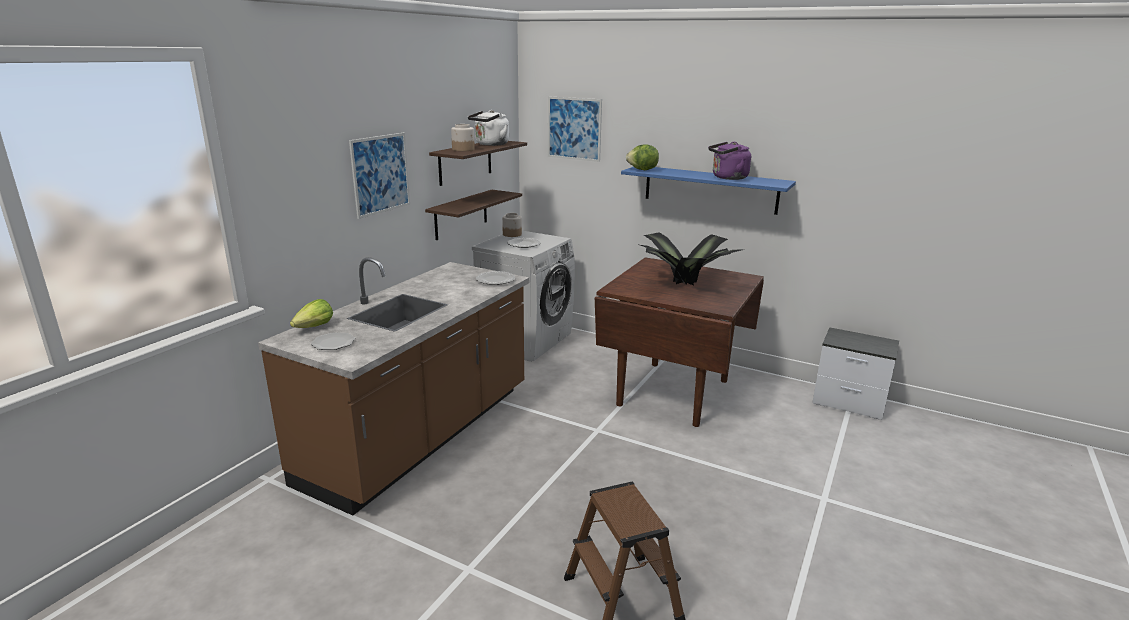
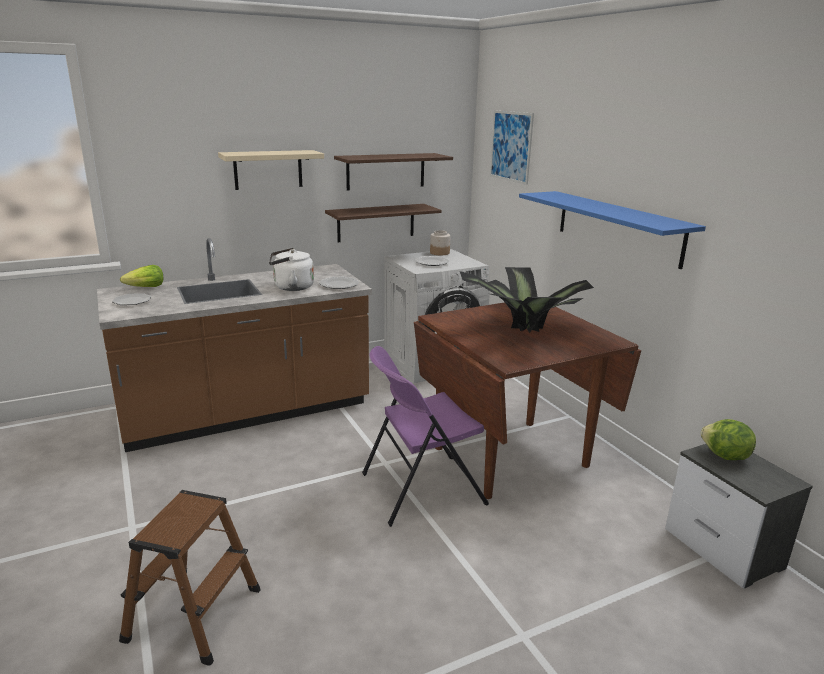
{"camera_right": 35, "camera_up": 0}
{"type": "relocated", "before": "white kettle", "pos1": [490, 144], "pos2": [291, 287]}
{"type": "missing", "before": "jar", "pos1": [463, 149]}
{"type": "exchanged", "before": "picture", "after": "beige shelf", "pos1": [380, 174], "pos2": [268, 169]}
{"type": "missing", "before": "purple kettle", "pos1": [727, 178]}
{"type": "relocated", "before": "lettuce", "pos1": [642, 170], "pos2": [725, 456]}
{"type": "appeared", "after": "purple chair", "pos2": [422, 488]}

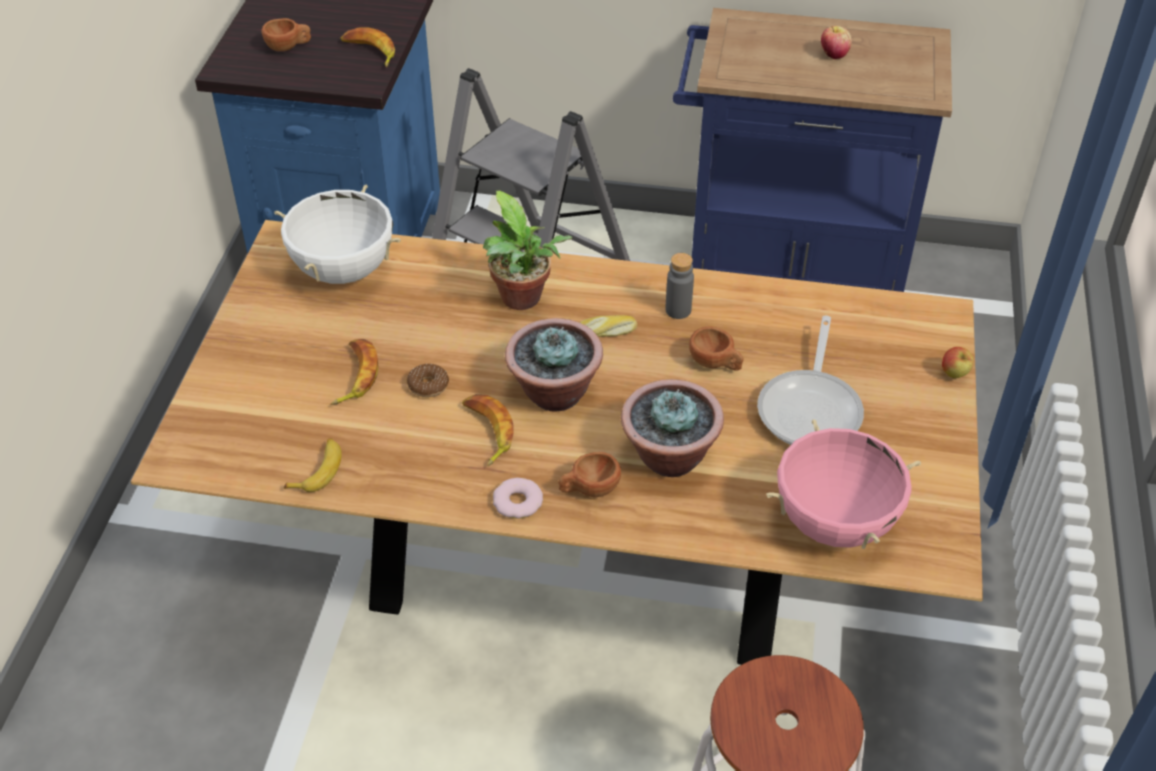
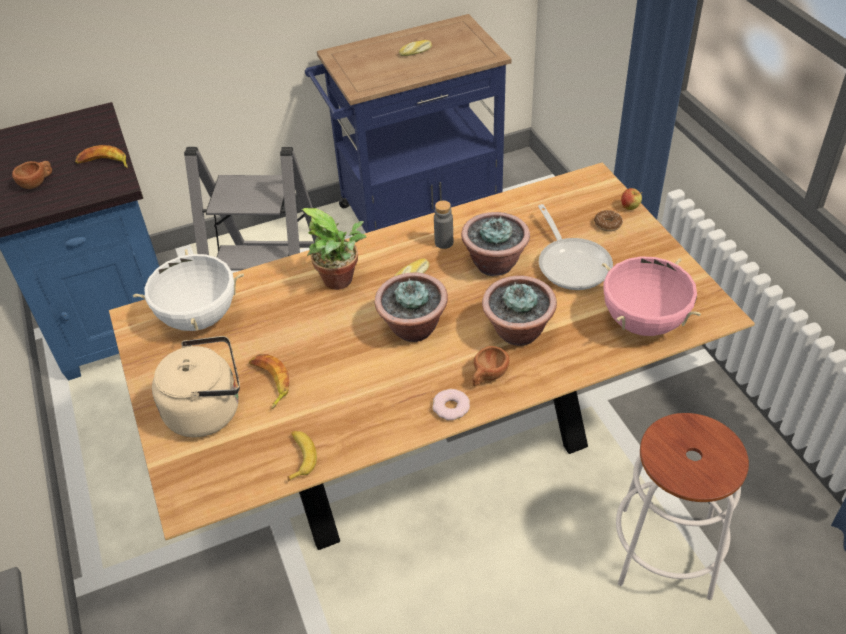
{"camera_right": -30, "camera_up": 0}
{"type": "exchanged", "before": "apple", "after": "bread", "pos1": [834, 55], "pos2": [416, 52]}
{"type": "exchanged", "before": "brown cup", "after": "potted plant", "pos1": [715, 363], "pos2": [494, 264]}
{"type": "relocated", "before": "donut", "pos1": [428, 385], "pos2": [607, 224]}
{"type": "missing", "before": "banana", "pos1": [486, 432]}
{"type": "appeared", "after": "beige kettle", "pos2": [208, 410]}

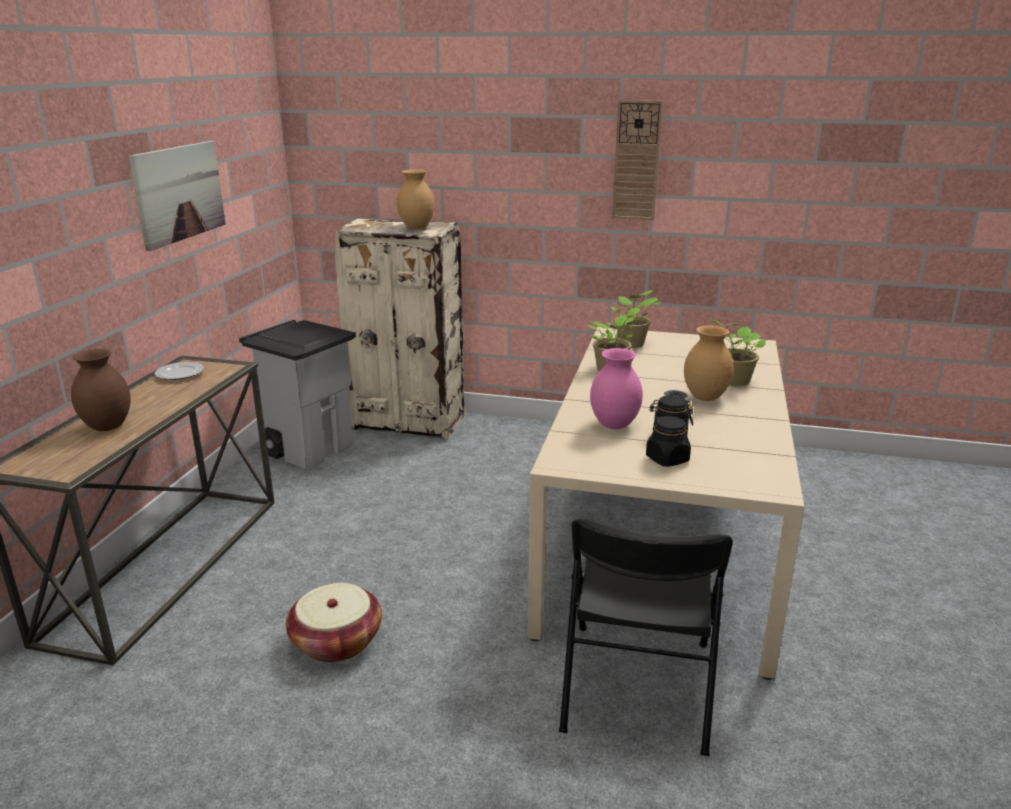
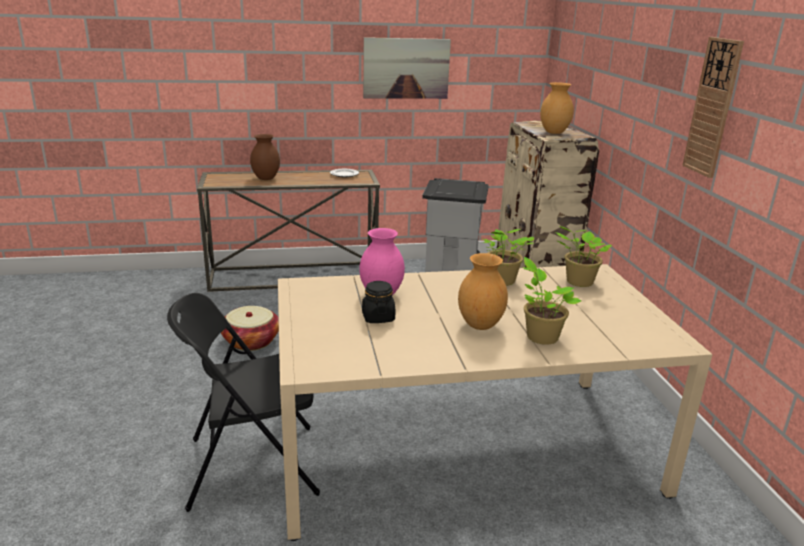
{"camera_right": 65, "camera_up": 0}
{"type": "missing", "before": "black jar", "pos1": [667, 459]}

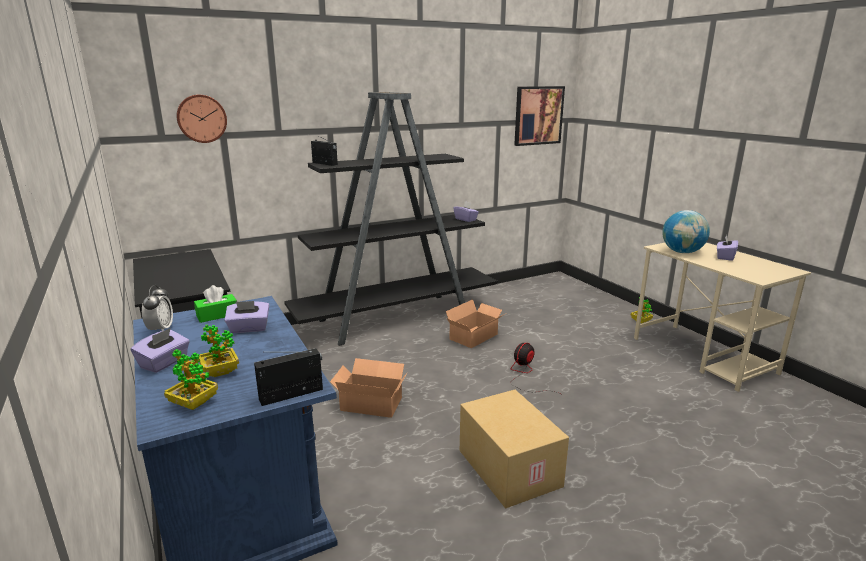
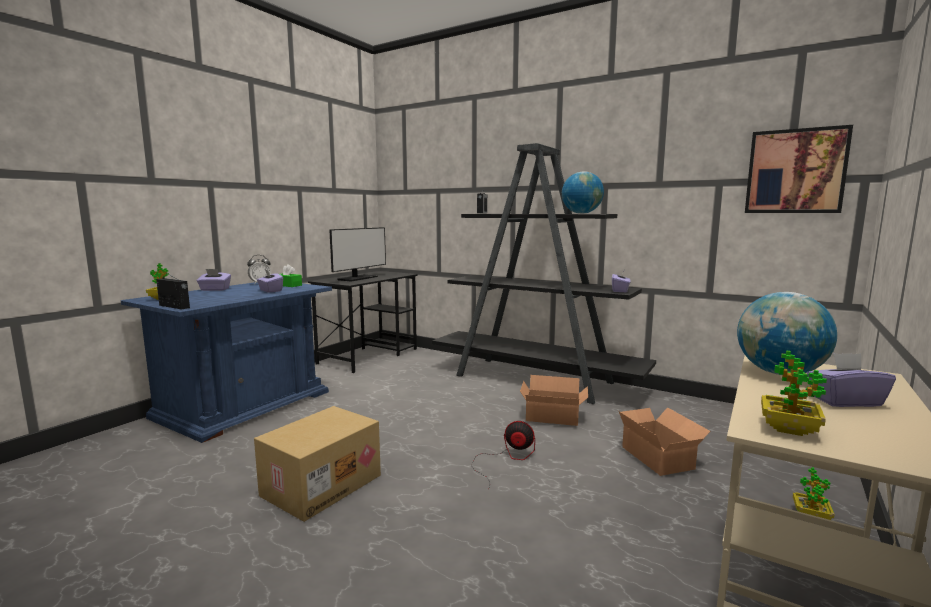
{"camera_right": 60, "camera_up": -10}
{"type": "missing", "before": "wall clock", "pos1": [201, 118]}
{"type": "relocated", "before": "potted plant", "pos1": [220, 372], "pos2": [788, 429]}
{"type": "relocated", "before": "cardboard box", "pos1": [371, 402], "pos2": [658, 456]}
{"type": "appeared", "after": "globe", "pos2": [581, 213]}
{"type": "appeared", "after": "monitor", "pos2": [358, 278]}

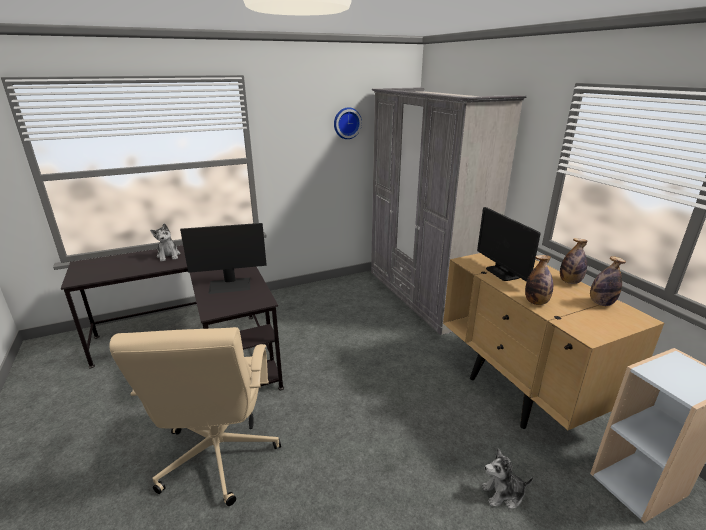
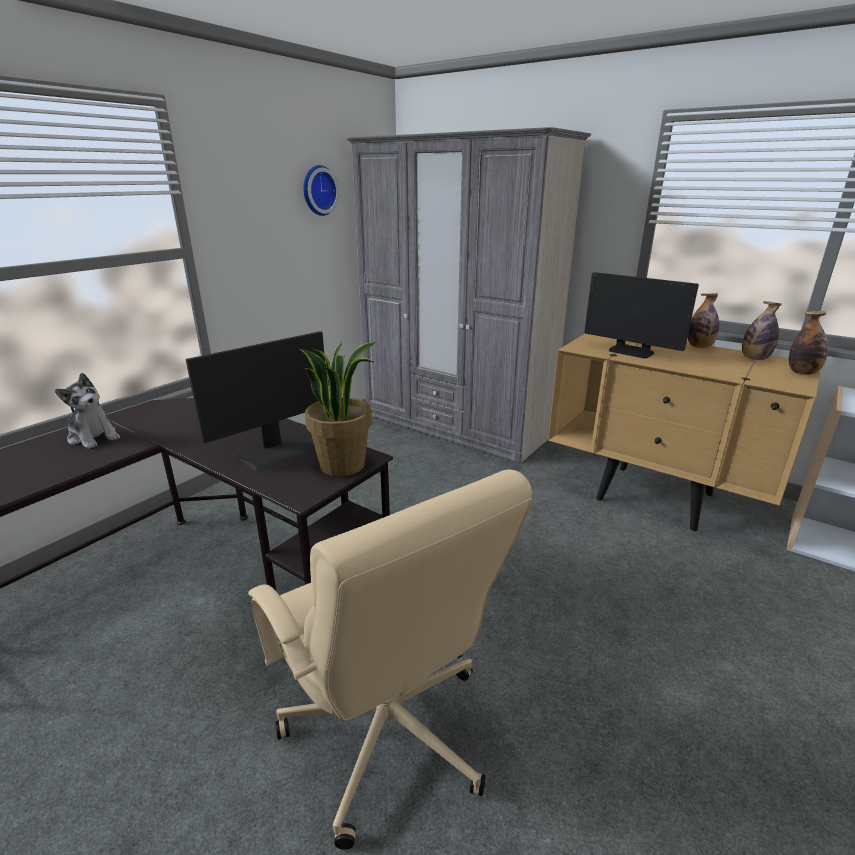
{"camera_right": -30, "camera_up": 0}
{"type": "relocated", "before": "bottle", "pos1": [536, 302], "pos2": [802, 372]}
{"type": "missing", "before": "plush toy", "pos1": [503, 494]}
{"type": "appeared", "after": "potted plant", "pos2": [343, 465]}

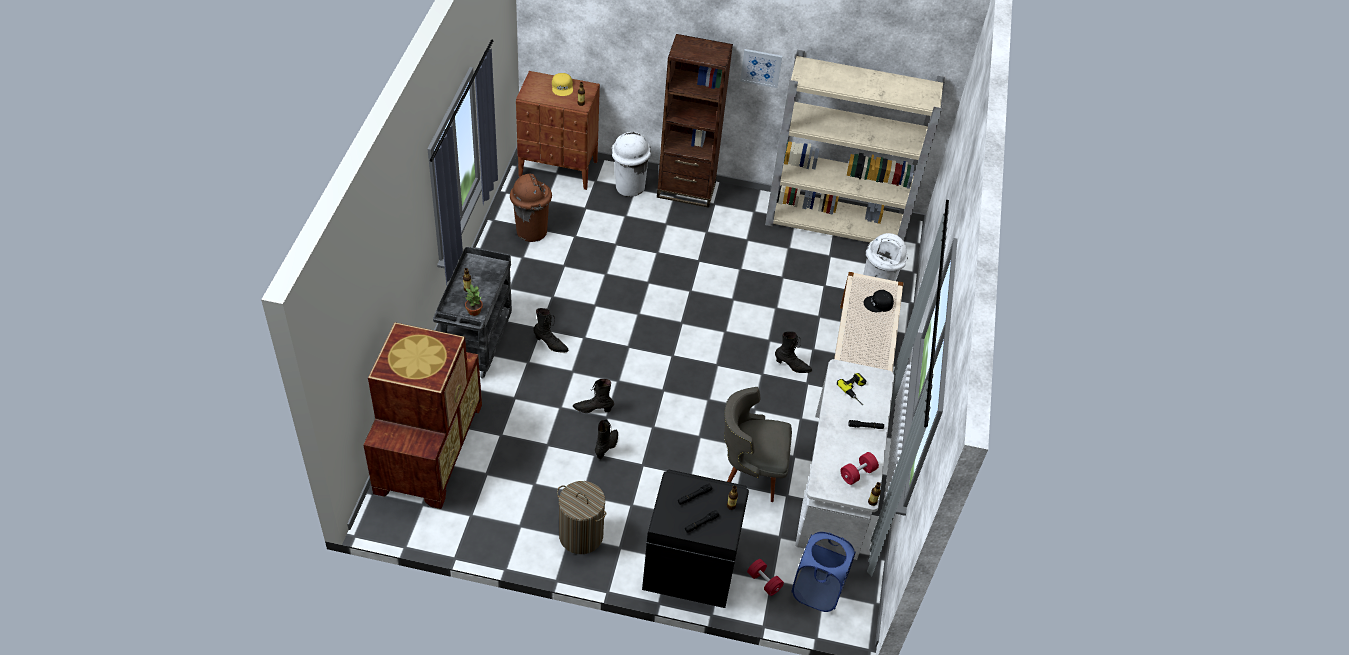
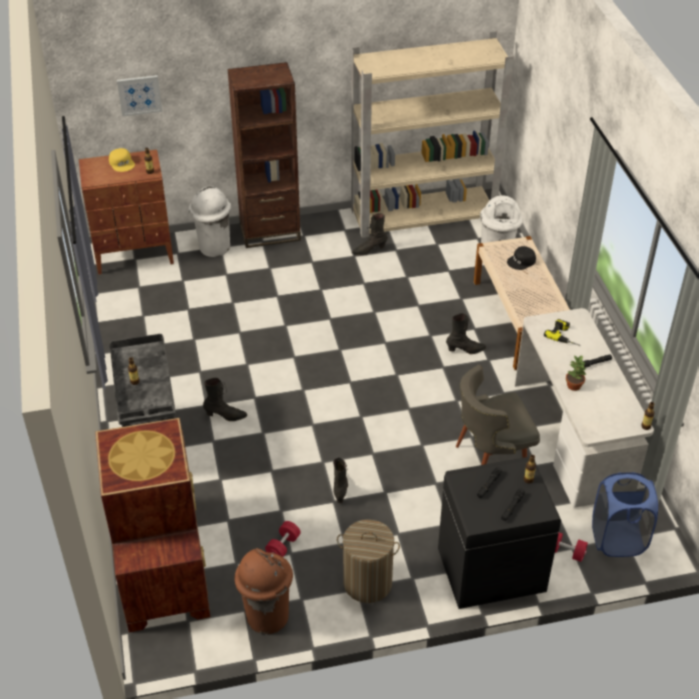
{"camera_right": -20, "camera_up": -5}
{"type": "relocated", "before": "picture", "pos1": [761, 67], "pos2": [139, 95]}
{"type": "relocated", "before": "brown trash can", "pos1": [531, 231], "pos2": [267, 615]}
{"type": "relocated", "before": "potted plant", "pos1": [474, 311], "pos2": [574, 385]}
{"type": "relocated", "before": "black boot", "pos1": [593, 409], "pos2": [369, 250]}
{"type": "relocated", "before": "red dumbbell", "pos1": [857, 473], "pos2": [283, 546]}

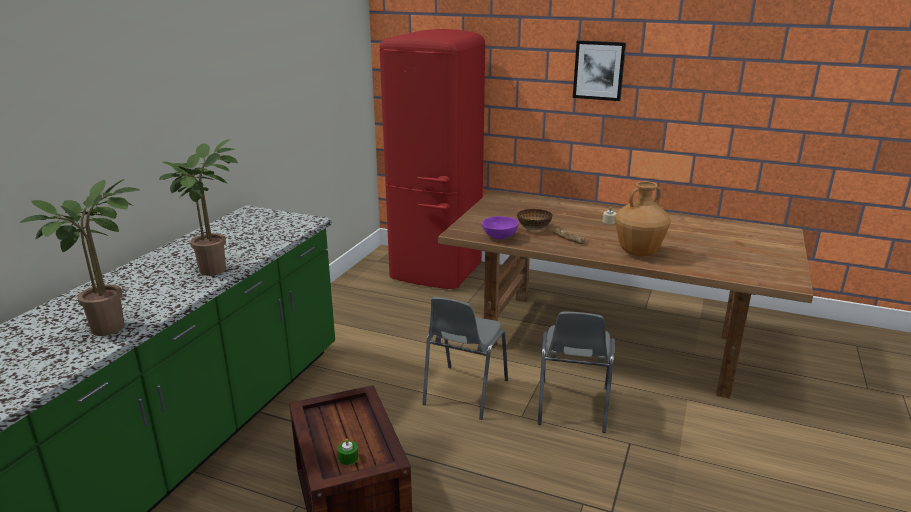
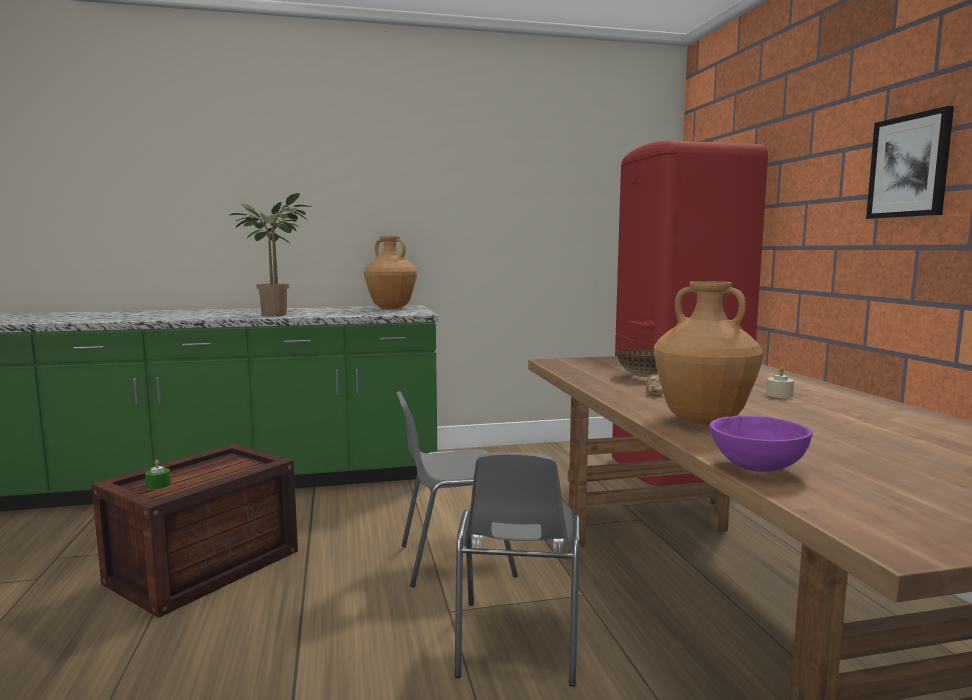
{"camera_right": 55, "camera_up": -15}
{"type": "missing", "before": "potted plant", "pos1": [111, 325]}
{"type": "relocated", "before": "purple bowl", "pos1": [500, 237], "pos2": [756, 468]}
{"type": "spun", "before": "grey chair", "pos1": [572, 407], "pos2": [517, 644], "turn": -60}
{"type": "appeared", "after": "brown vase", "pos2": [391, 308]}

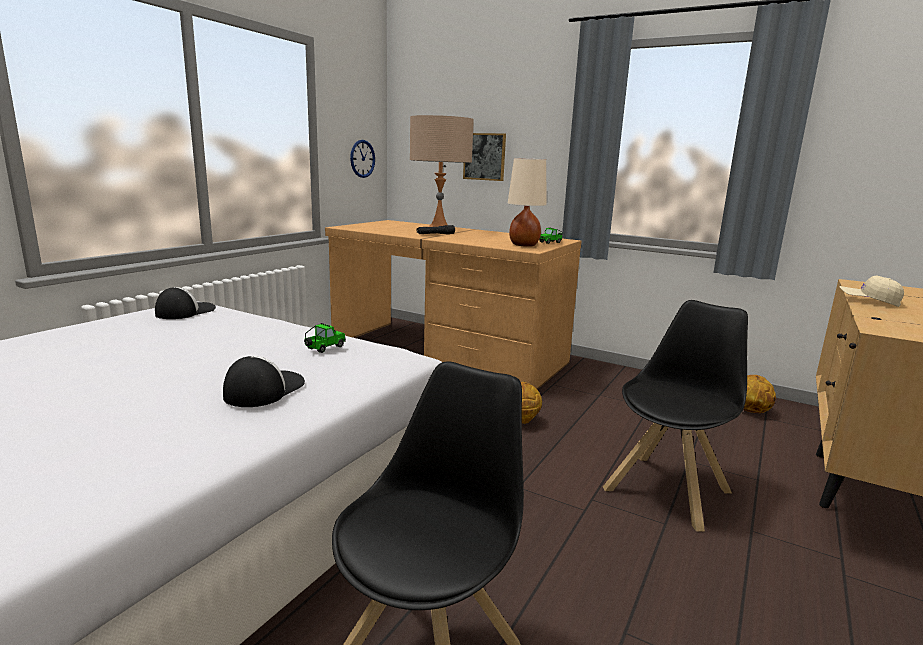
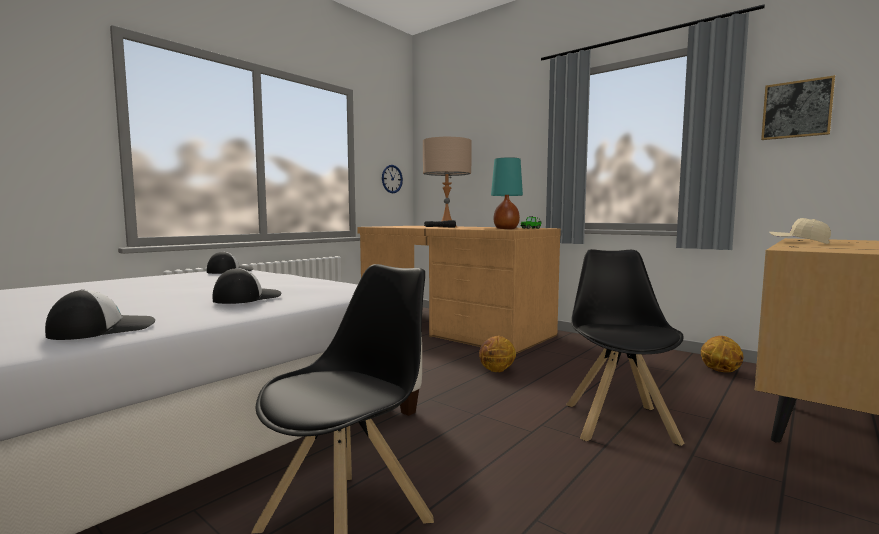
{"camera_right": 10, "camera_up": -10}
{"type": "relocated", "before": "picture", "pos1": [484, 156], "pos2": [796, 109]}
{"type": "colour", "before": "beige table lamp", "after": "turquoise table lamp", "pos1": [524, 245], "pos2": [506, 229]}
{"type": "spun", "before": "black chair", "pos1": [669, 489], "pos2": [618, 421], "turn": -45}
{"type": "missing", "before": "toy car", "pos1": [324, 348]}
{"type": "appeared", "after": "cap", "pos2": [103, 329]}

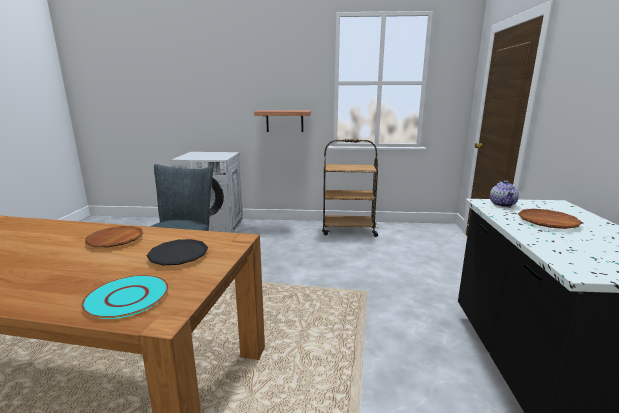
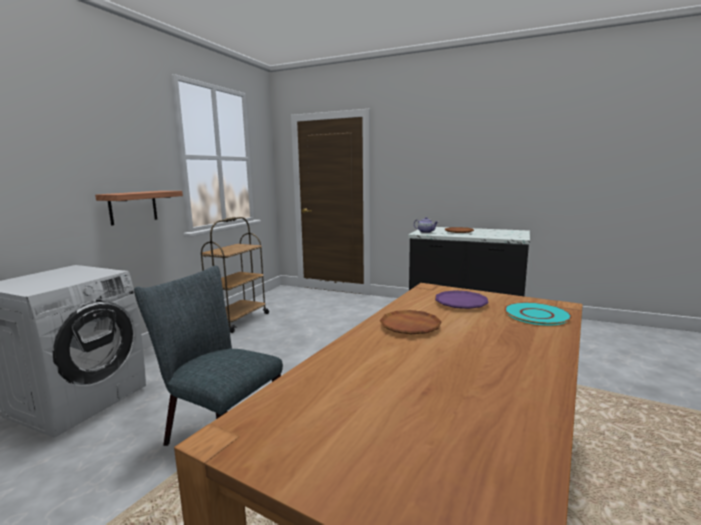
{"camera_right": -70, "camera_up": -5}
{"type": "colour", "before": "black plate", "after": "purple plate", "pos1": [178, 256], "pos2": [461, 303]}

